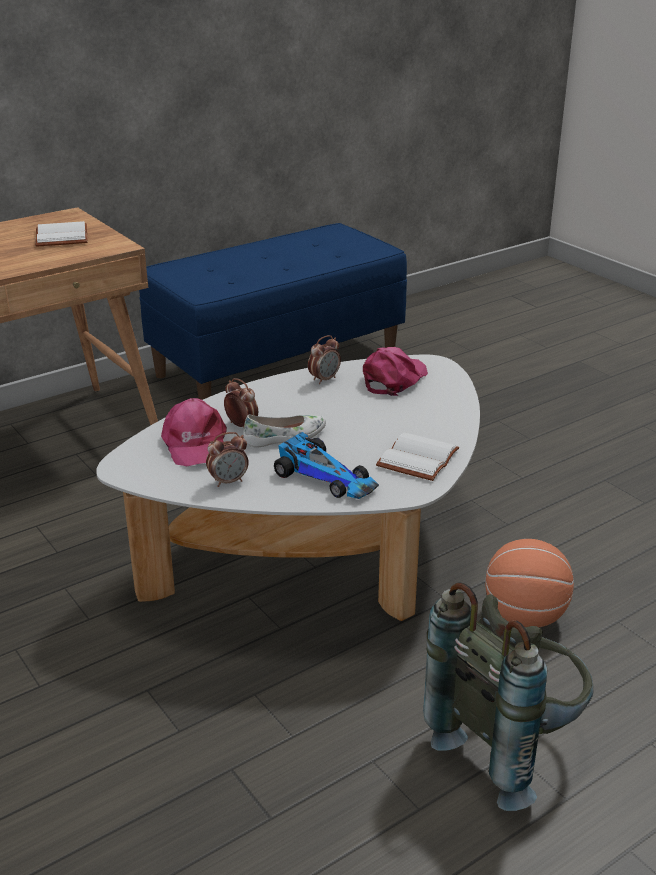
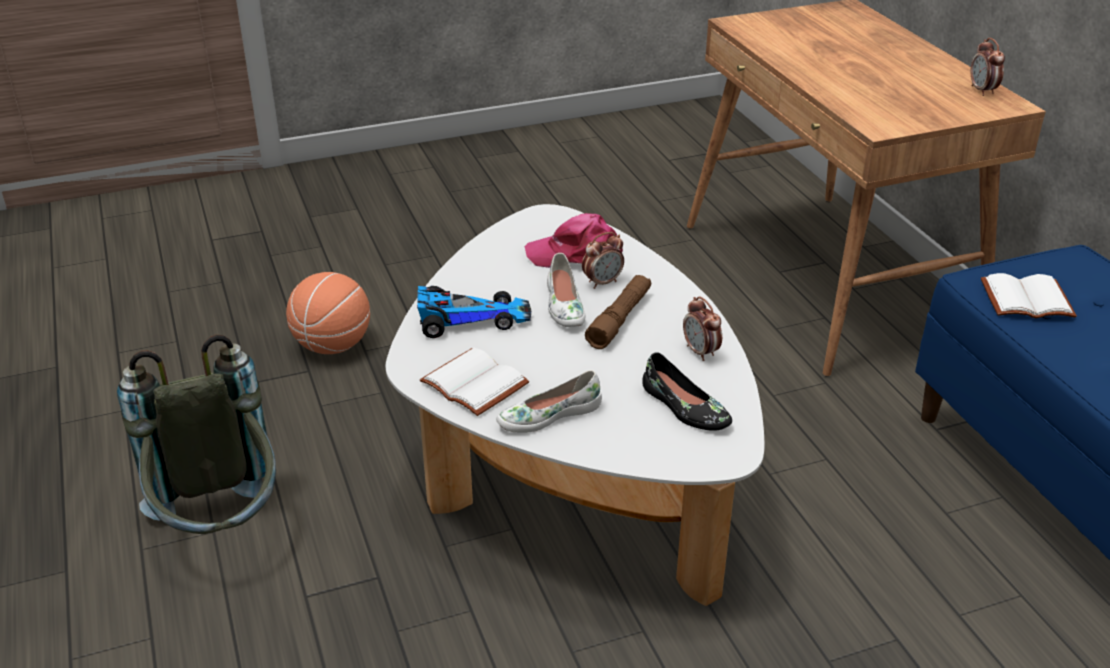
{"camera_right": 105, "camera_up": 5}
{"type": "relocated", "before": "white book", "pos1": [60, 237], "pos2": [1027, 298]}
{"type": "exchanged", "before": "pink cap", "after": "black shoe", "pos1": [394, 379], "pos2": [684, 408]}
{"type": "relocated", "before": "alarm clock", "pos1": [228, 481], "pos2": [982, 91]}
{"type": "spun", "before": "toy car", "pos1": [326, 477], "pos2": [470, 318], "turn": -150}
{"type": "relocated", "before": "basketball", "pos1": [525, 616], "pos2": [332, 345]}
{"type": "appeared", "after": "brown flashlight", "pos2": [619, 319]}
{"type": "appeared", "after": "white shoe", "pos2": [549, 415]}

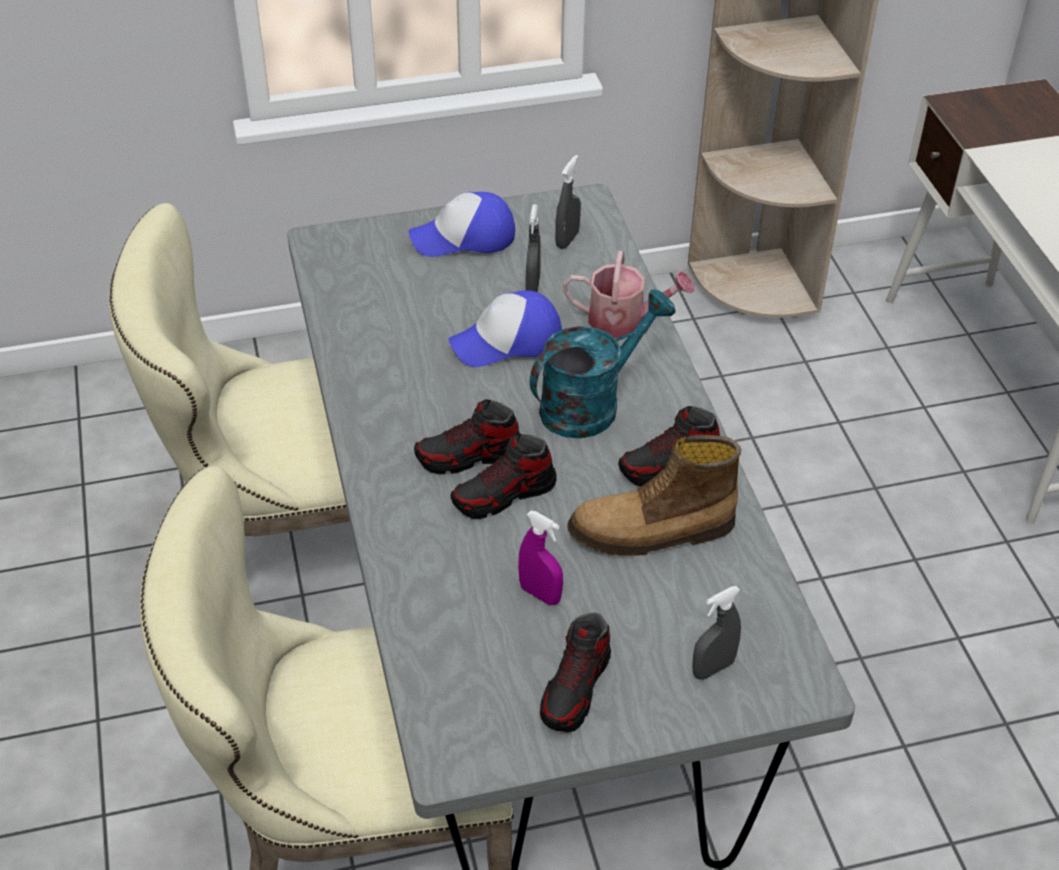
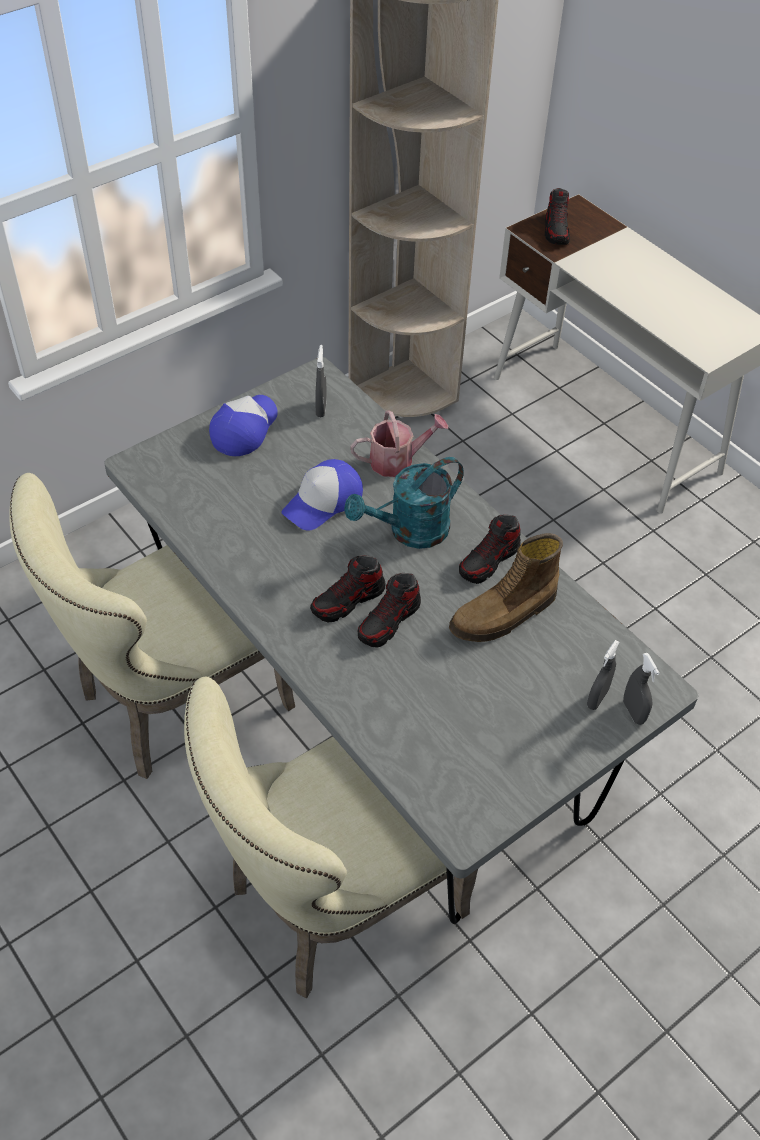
{"camera_right": -25, "camera_up": 5}
{"type": "spun", "before": "cap", "pos1": [464, 238], "pos2": [244, 429], "turn": 150}
{"type": "relocated", "before": "grey spray bottle", "pos1": [532, 286], "pos2": [633, 712]}
{"type": "spun", "before": "turquoise watering can", "pos1": [591, 403], "pos2": [409, 532], "turn": -150}
{"type": "missing", "before": "purple spray bottle", "pos1": [540, 594]}
{"type": "relocated", "before": "shoe", "pos1": [576, 689], "pos2": [556, 230]}

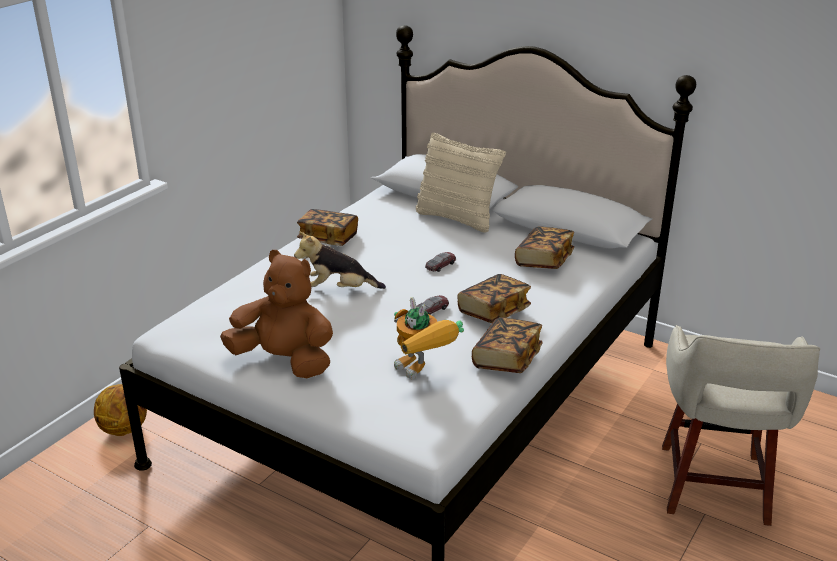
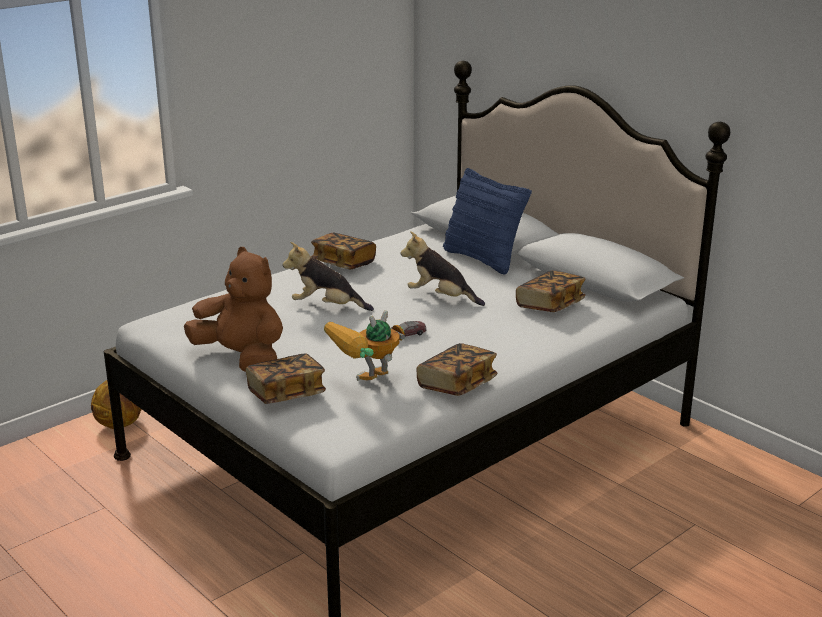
{"camera_right": 15, "camera_up": -5}
{"type": "colour", "before": "beige pillow", "after": "blue pillow", "pos1": [458, 219], "pos2": [484, 260]}
{"type": "exchanged", "before": "toy car", "after": "plush toy", "pos1": [440, 265], "pos2": [441, 298]}
{"type": "relocated", "before": "book", "pos1": [493, 311], "pos2": [286, 394]}
{"type": "spun", "before": "toy robot", "pos1": [423, 373], "pos2": [366, 385], "turn": 75}
{"type": "missing", "before": "beige stool", "pos1": [713, 488]}

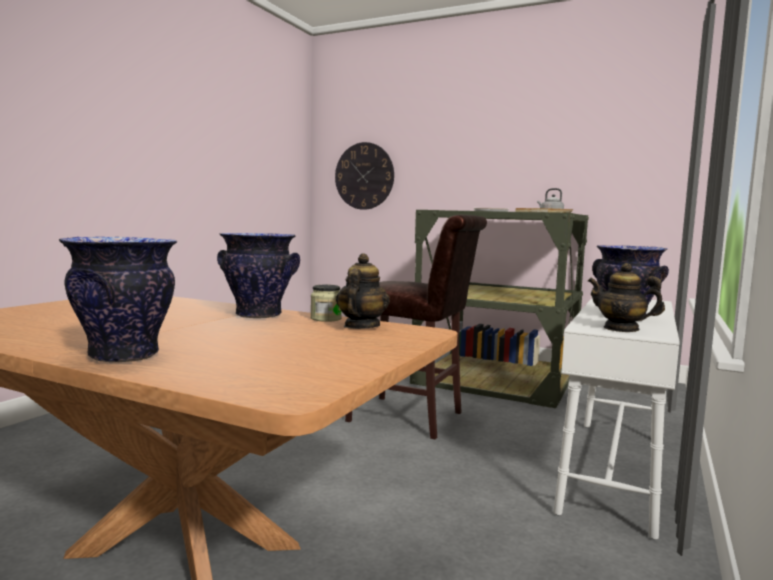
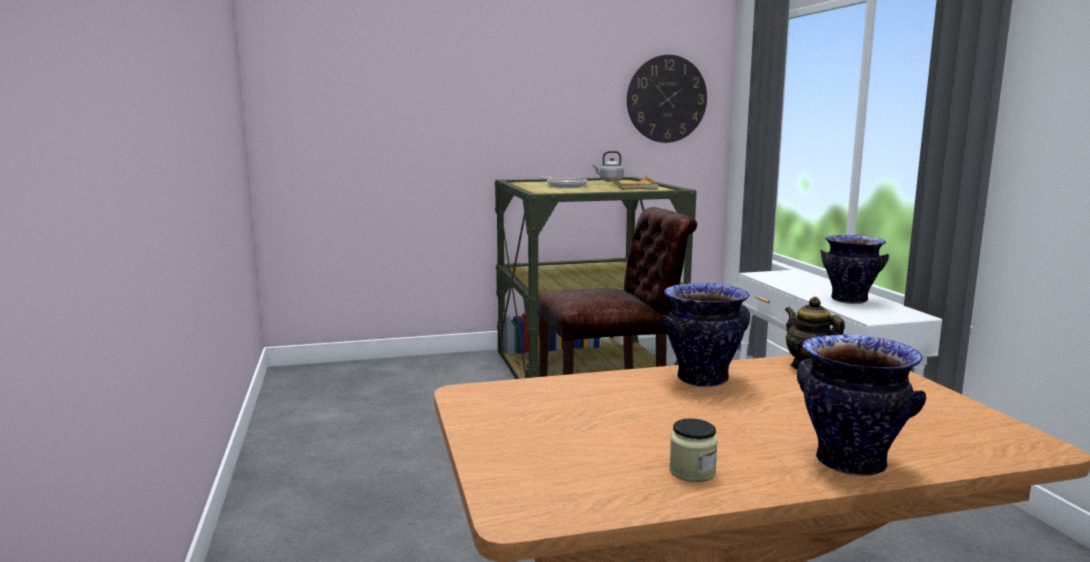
{"camera_right": -40, "camera_up": 5}
{"type": "relocated", "before": "wall clock", "pos1": [364, 176], "pos2": [666, 99]}
{"type": "missing", "before": "teapot", "pos1": [621, 329]}
{"type": "relocated", "before": "jar", "pos1": [326, 319], "pos2": [692, 472]}

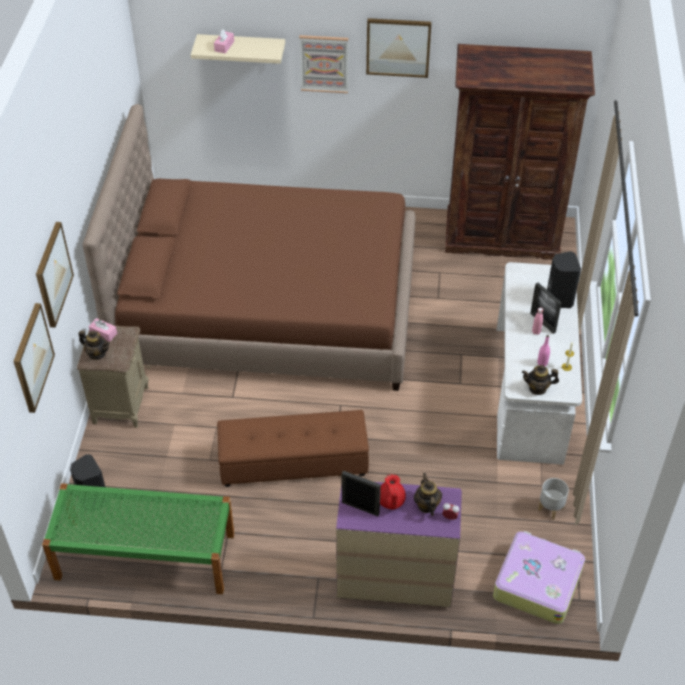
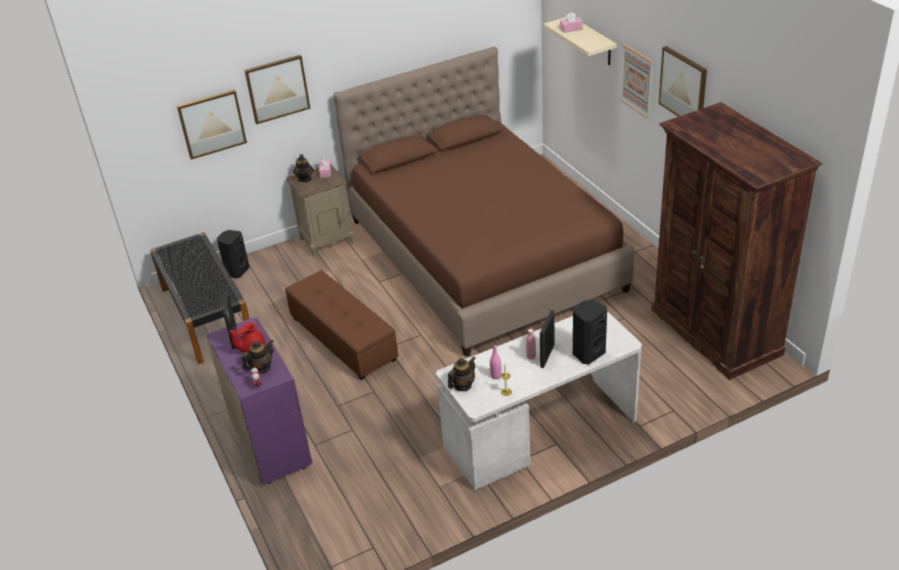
{"camera_right": 60, "camera_up": -10}
{"type": "spun", "before": "teapot", "pos1": [537, 388], "pos2": [462, 385], "turn": 75}
{"type": "missing", "before": "grey planter", "pos1": [550, 509]}
{"type": "colour", "before": "green bench", "after": "black bench", "pos1": [145, 557], "pos2": [206, 315]}
{"type": "missing", "before": "suitcase", "pos1": [537, 583]}

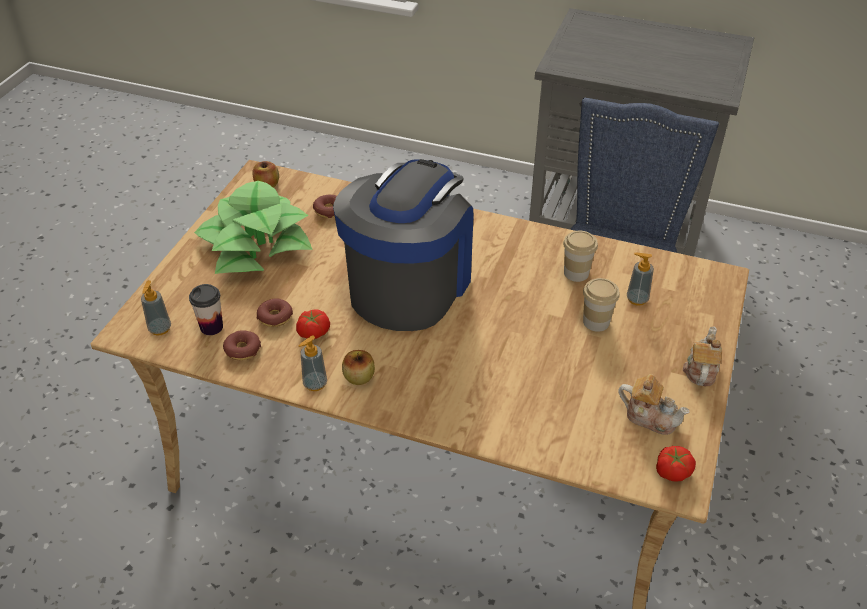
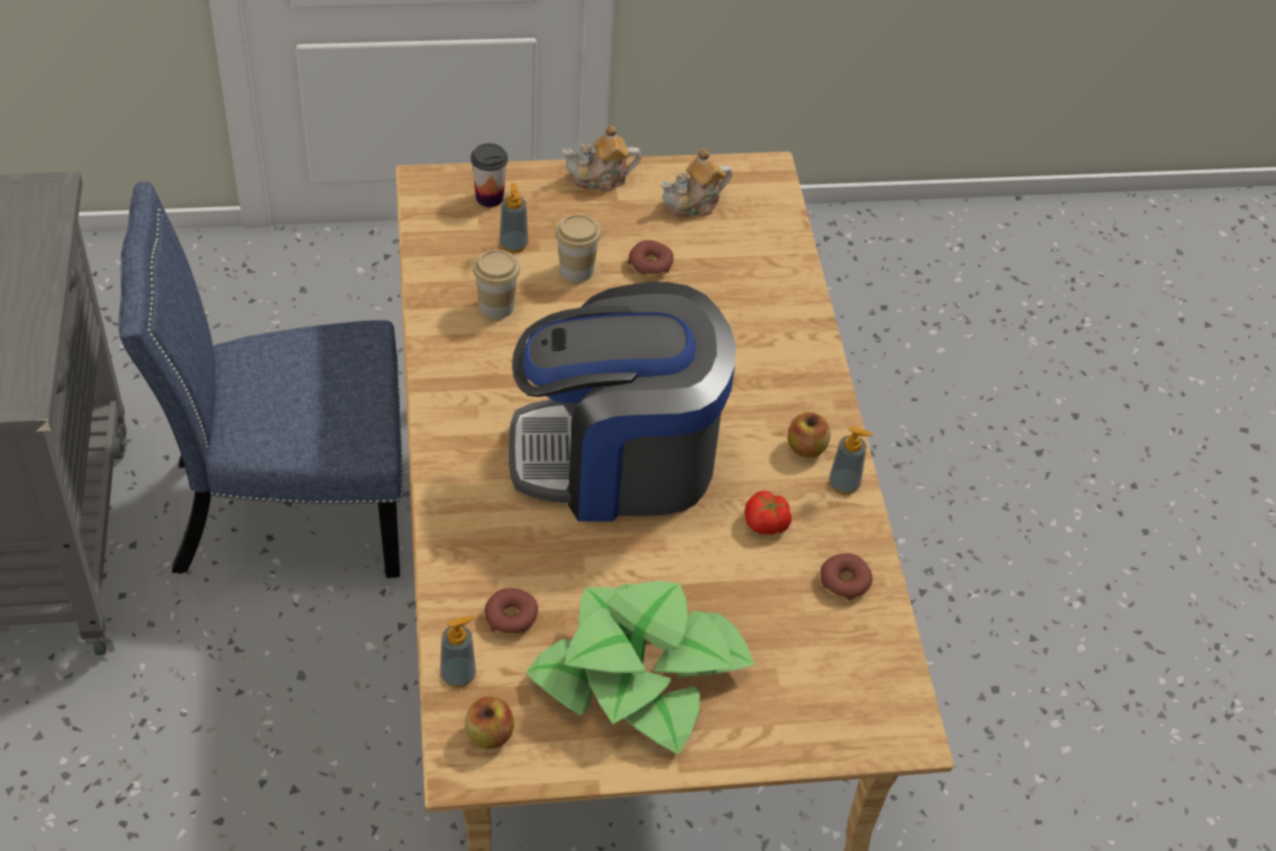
{"camera_right": -120, "camera_up": 5}
{"type": "relocated", "before": "soap dispenser", "pos1": [160, 329], "pos2": [458, 675]}
{"type": "relocated", "before": "cup", "pos1": [211, 327], "pos2": [489, 198]}
{"type": "relocated", "before": "donut", "pos1": [275, 317], "pos2": [650, 265]}
{"type": "spun", "before": "teapot", "pos1": [650, 417], "pos2": [694, 203], "turn": -120}
{"type": "missing", "before": "tomato", "pos1": [672, 470]}

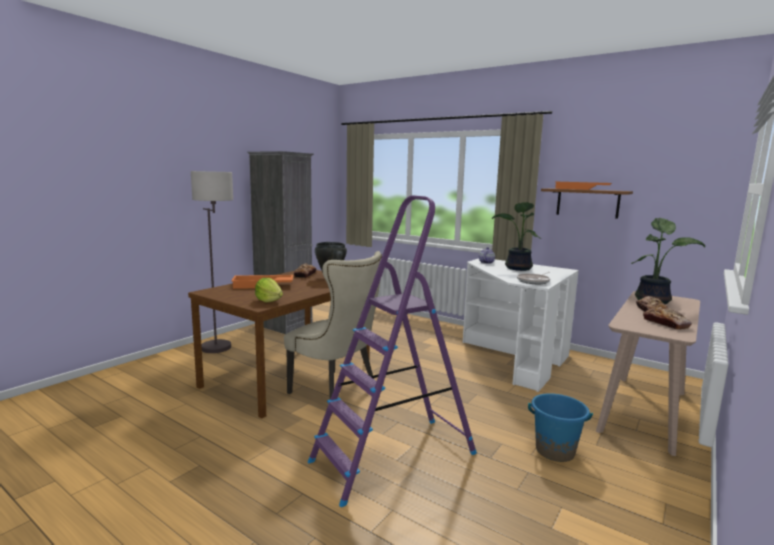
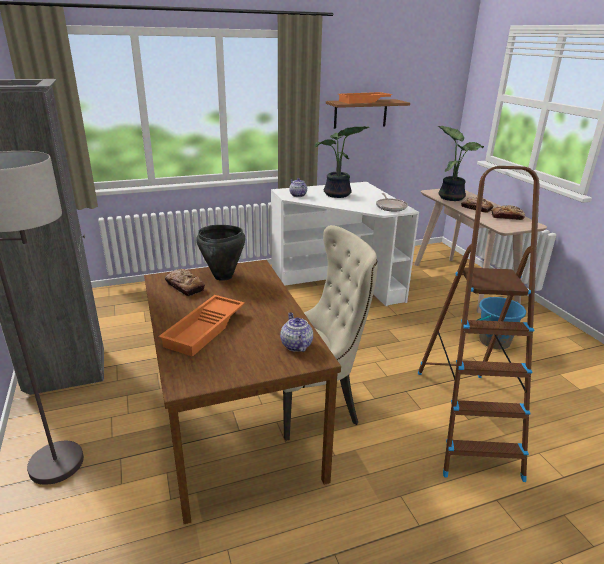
{"camera_right": -55, "camera_up": 15}
{"type": "colour", "before": "purple step ladder", "after": "brown step ladder", "pos1": [393, 458], "pos2": [465, 420]}
{"type": "exchanged", "before": "lettuce", "after": "teapot", "pos1": [269, 301], "pos2": [296, 345]}

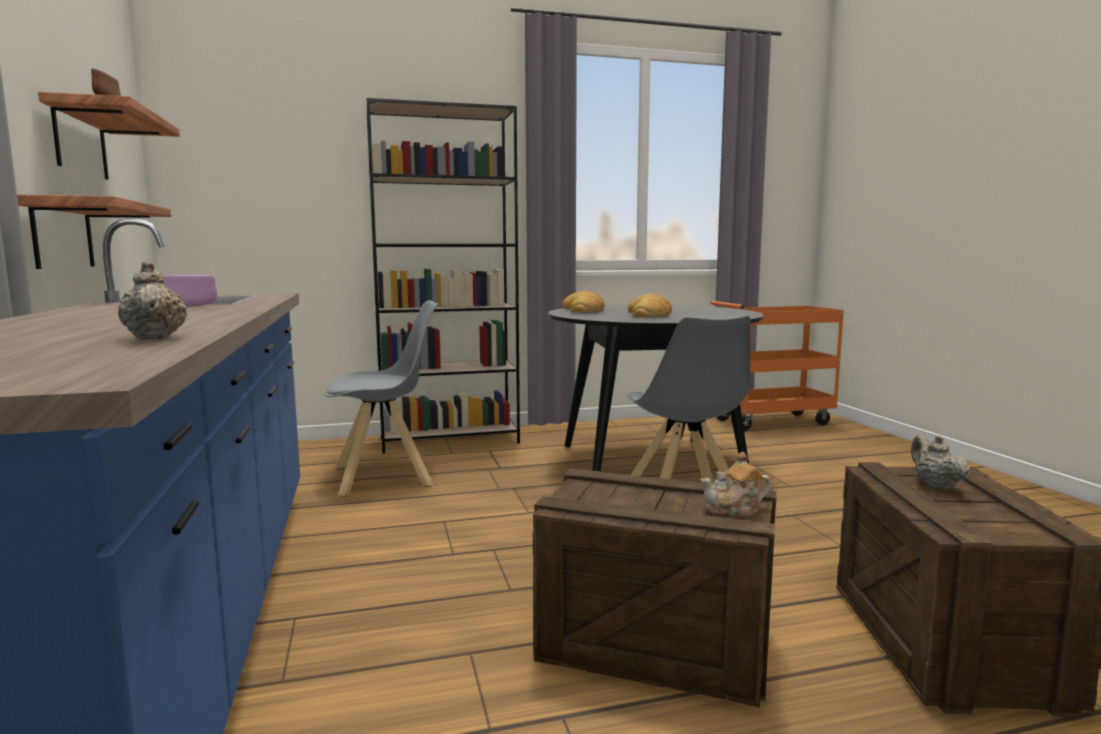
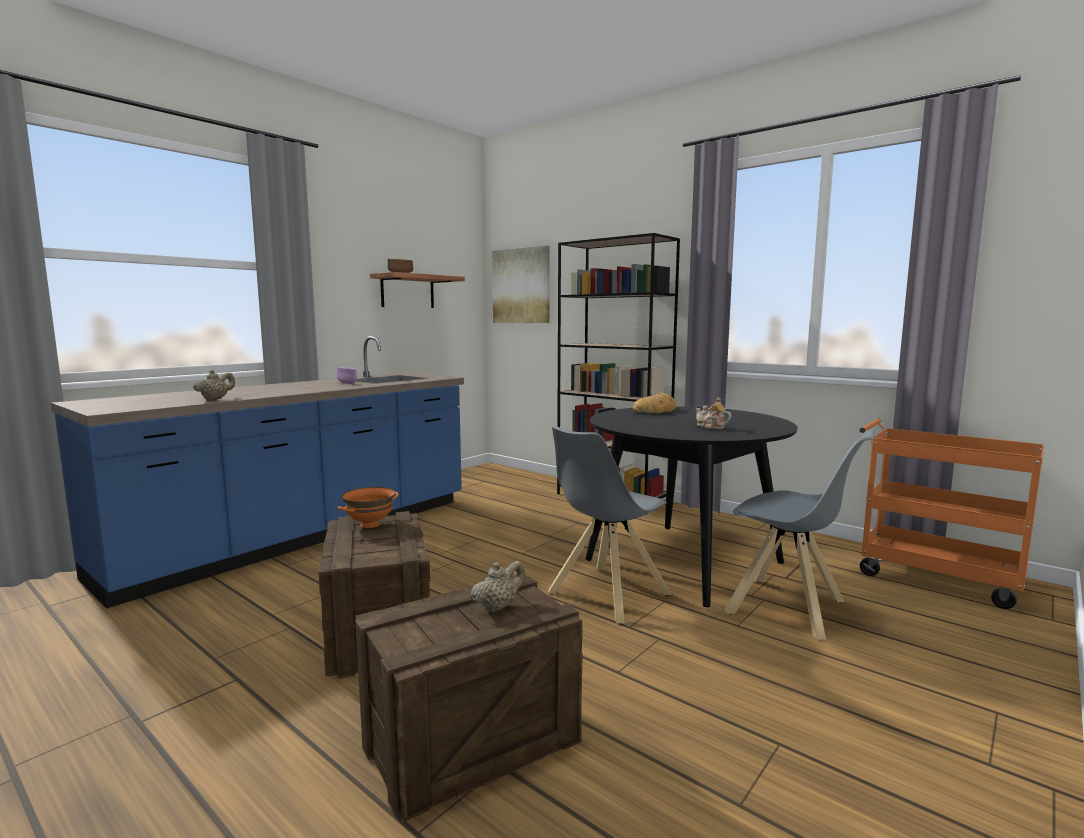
{"camera_right": 55, "camera_up": 0}
{"type": "missing", "before": "shelf", "pos1": [63, 235]}
{"type": "missing", "before": "bread", "pos1": [649, 314]}
{"type": "relocated", "before": "grey chair", "pos1": [386, 476], "pos2": [789, 608]}
{"type": "relocated", "before": "teapot", "pos1": [735, 510], "pos2": [711, 427]}
{"type": "appeared", "after": "picture", "pos2": [521, 286]}
{"type": "appeared", "after": "orange bowl", "pos2": [370, 525]}

